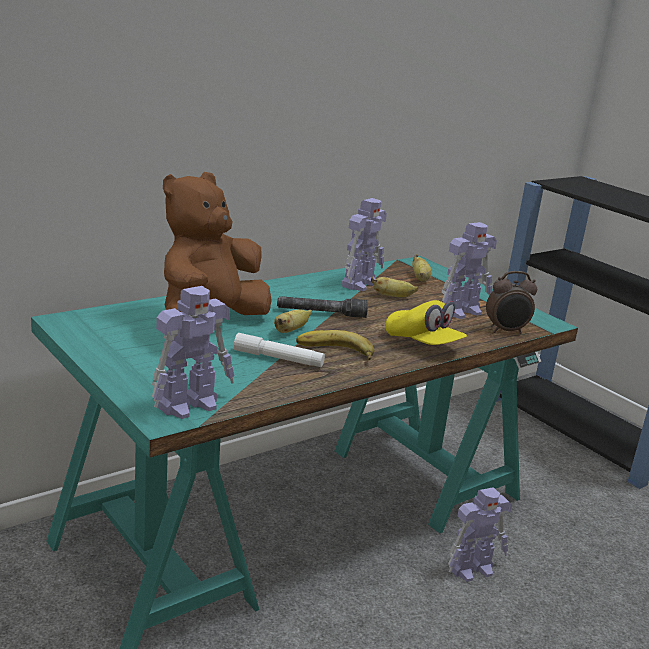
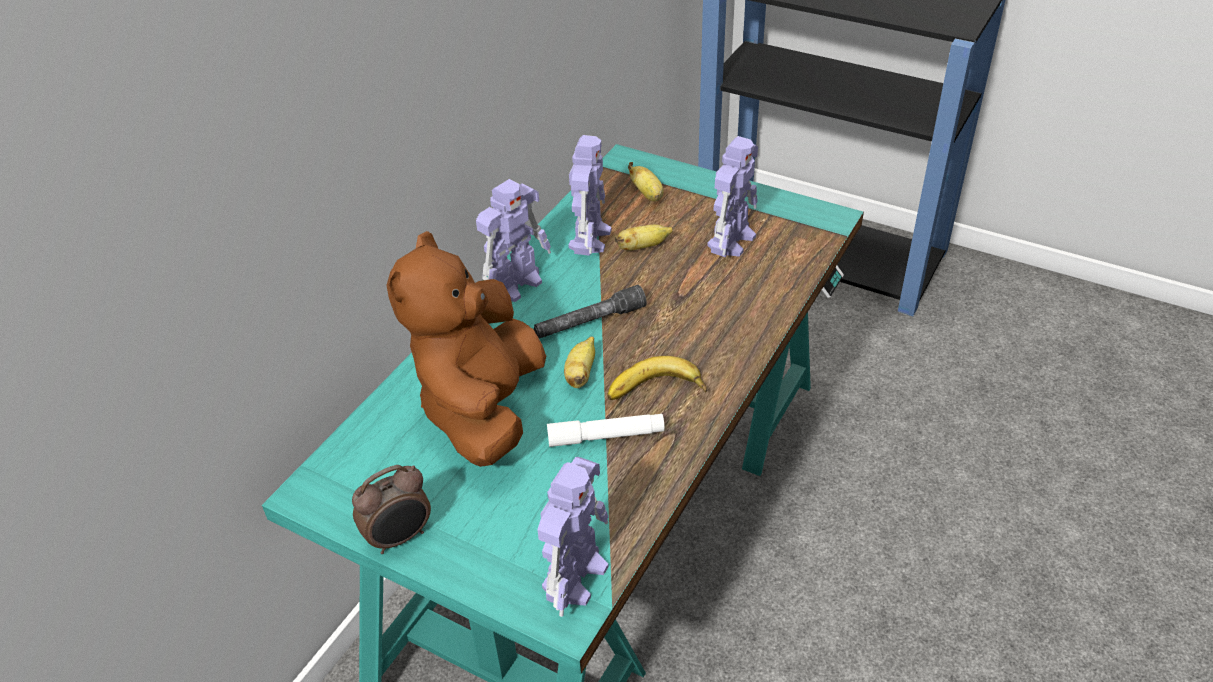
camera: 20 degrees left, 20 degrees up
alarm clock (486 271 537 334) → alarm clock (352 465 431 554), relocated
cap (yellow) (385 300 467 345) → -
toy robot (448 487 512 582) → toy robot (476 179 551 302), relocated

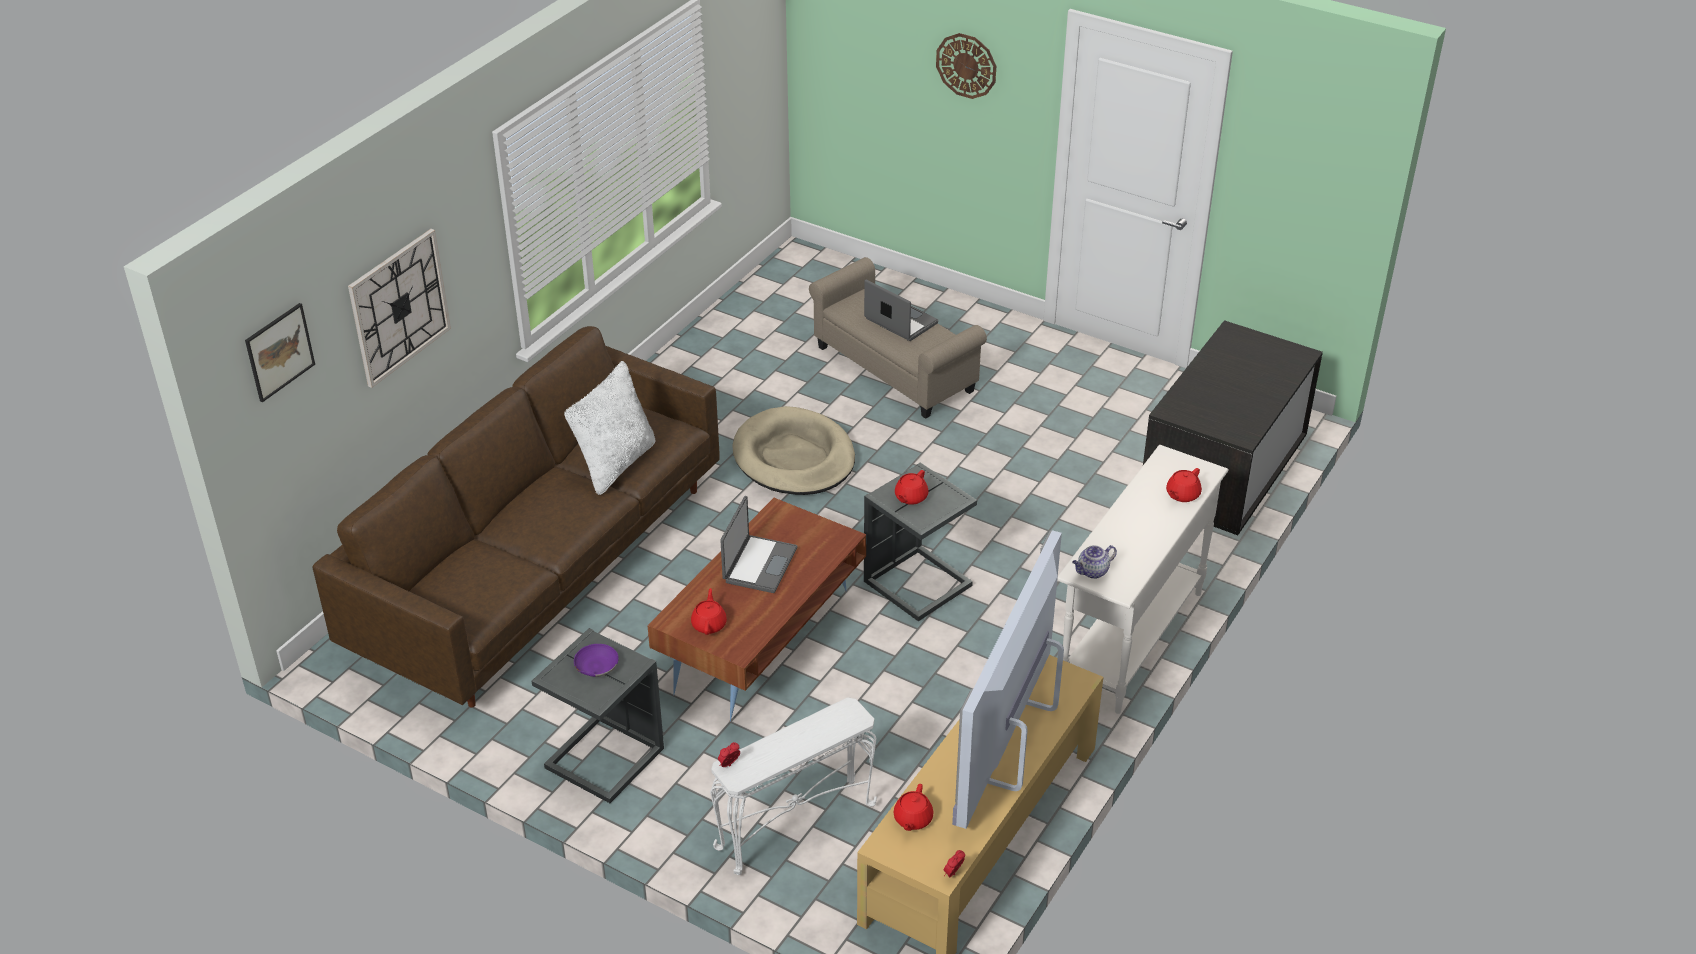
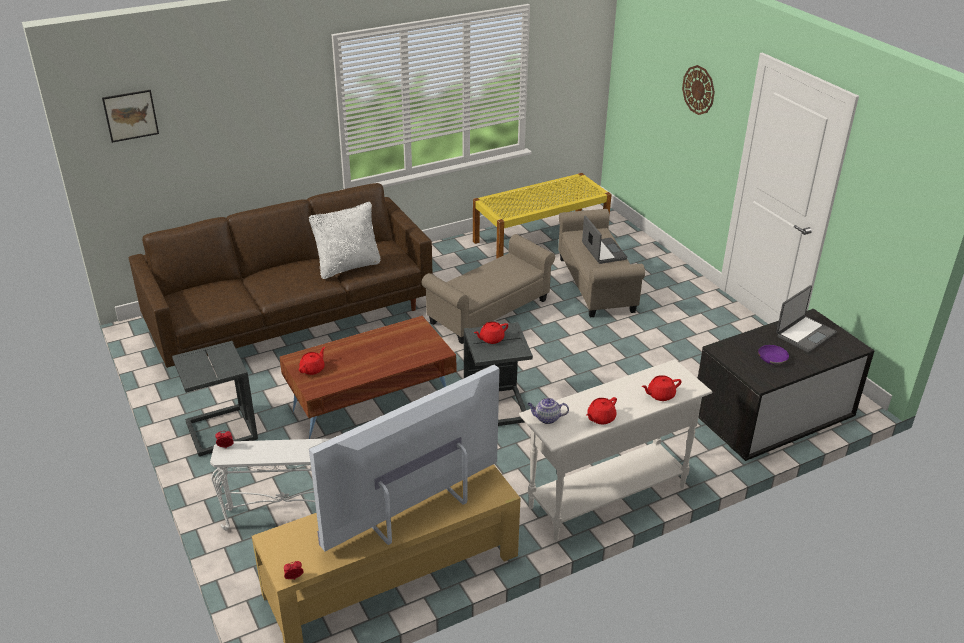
camera: 30 degrees right, 5 degrees down
wall clock (348 229 451 388) → -
dog bed (beige) (733 406 855 495) → ottoman (beige) (422 234 555 344)
laptop (720 496 798 593) → laptop (776 285 837 353), relocated
bowl (purple) (574 644 619 677) → bowl (purple) (758 345 789 365), relocated
teapot (red) (894 784 934 831) → teapot (red) (586 397 617 424), relocated
- → bench (yellow) (473 173 612 259)

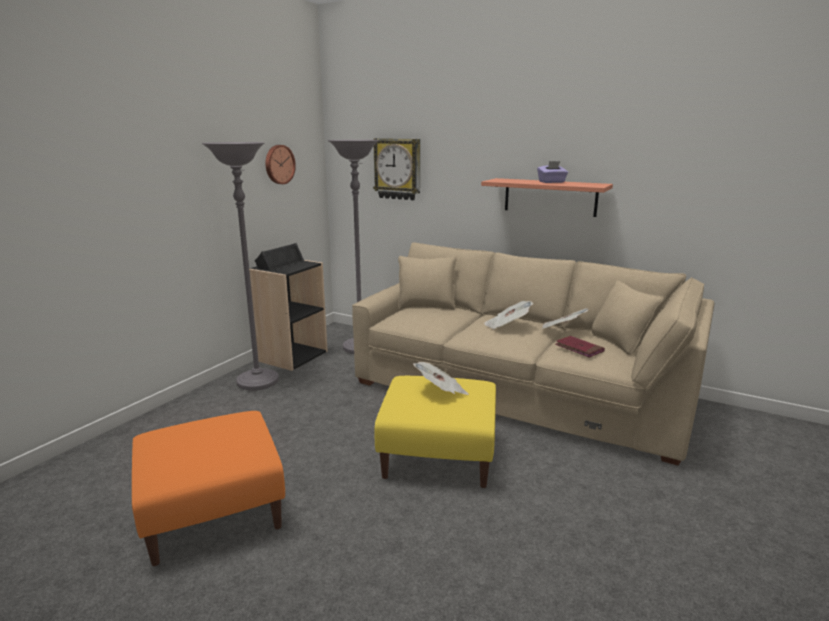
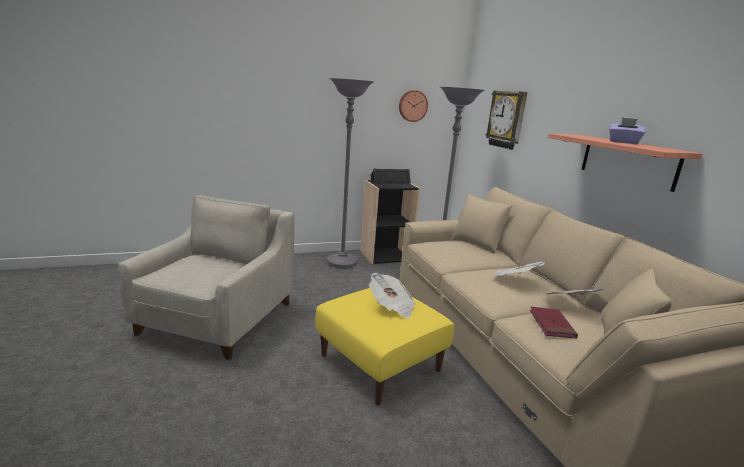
camera: 40 degrees right, 0 degrees up
ottoman (orange) (132 411 285 566) → armchair (beige) (117 195 294 360)

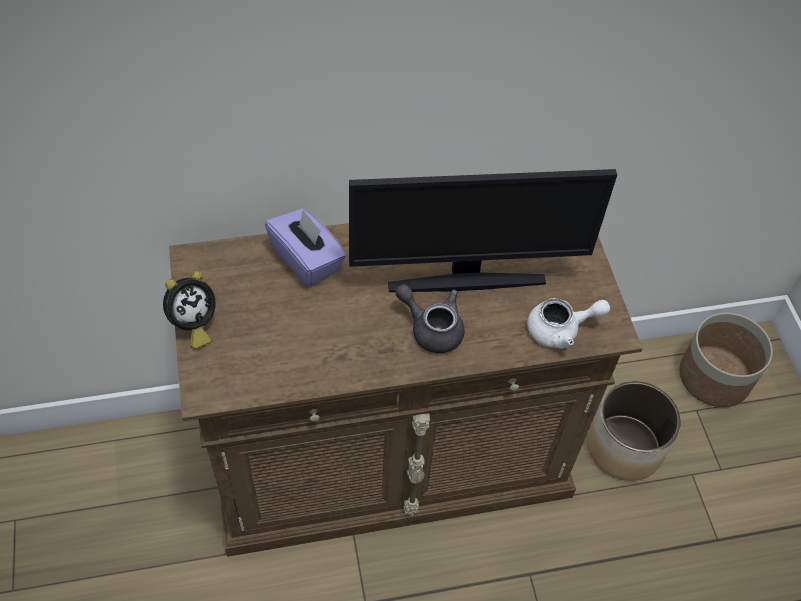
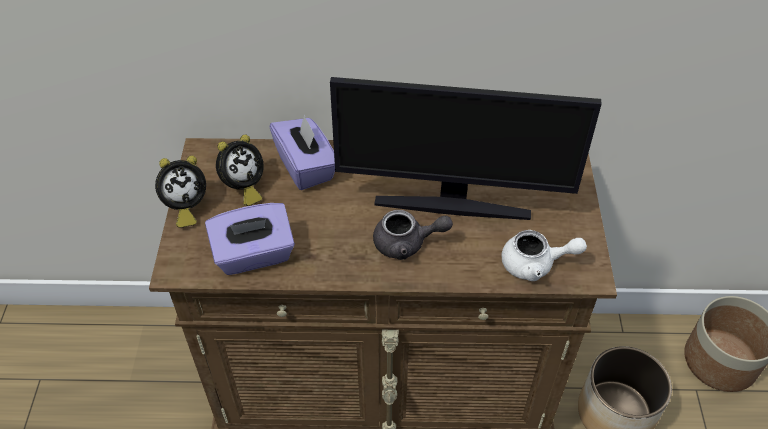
camera: 15 degrees right, 5 degrees down
teapot (grey) (395 284 465 353) → teapot (grey) (373 210 453 260), 135 degrees clockwise
- → alarm clock (216 135 264 206)
- → tissue box (purple) (205 203 295 275)

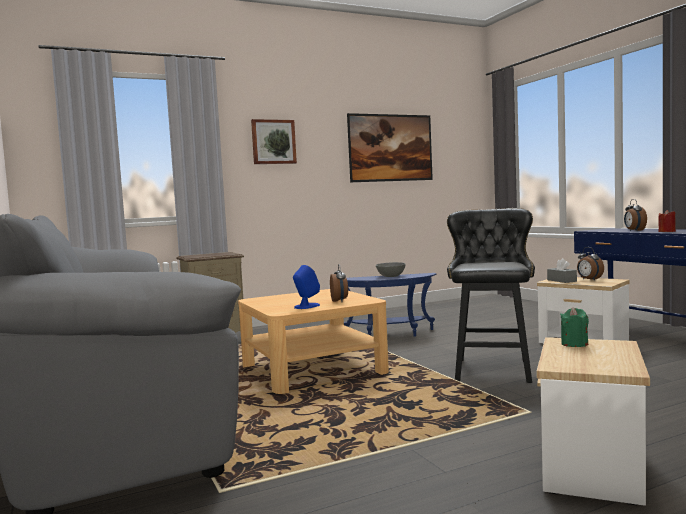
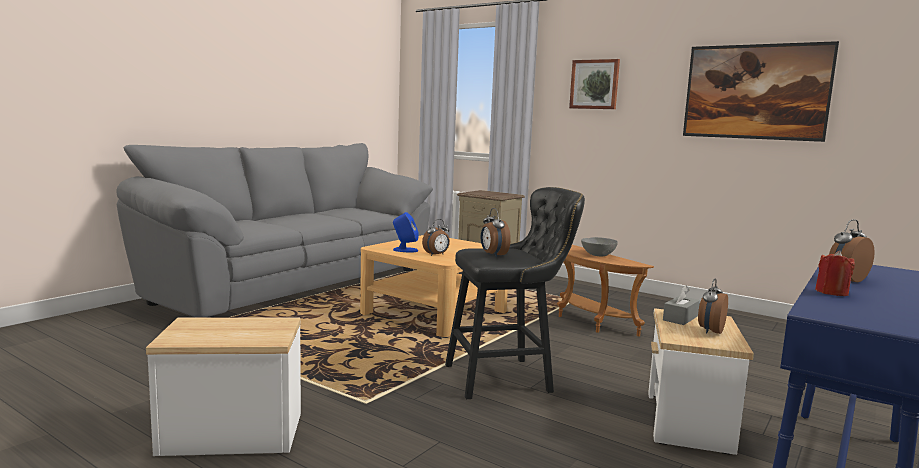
camera: 60 degrees right, 5 degrees up
side table (blue) (344 273 436 337) → side table (brown) (557 245 654 336)
candle (green) (560 307 589 347) → -
- → alarm clock (481 208 511 257)

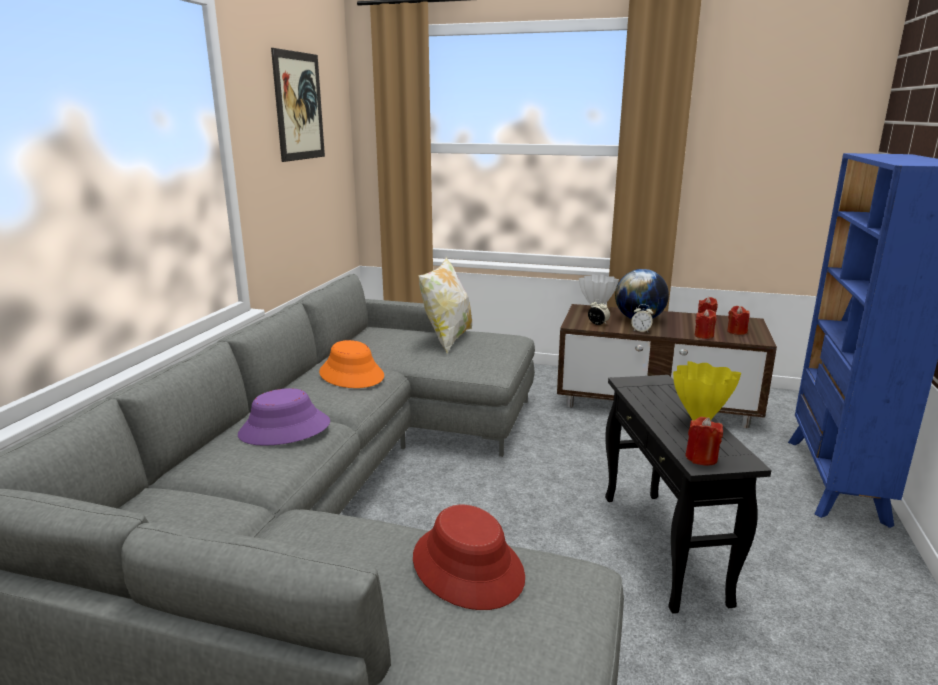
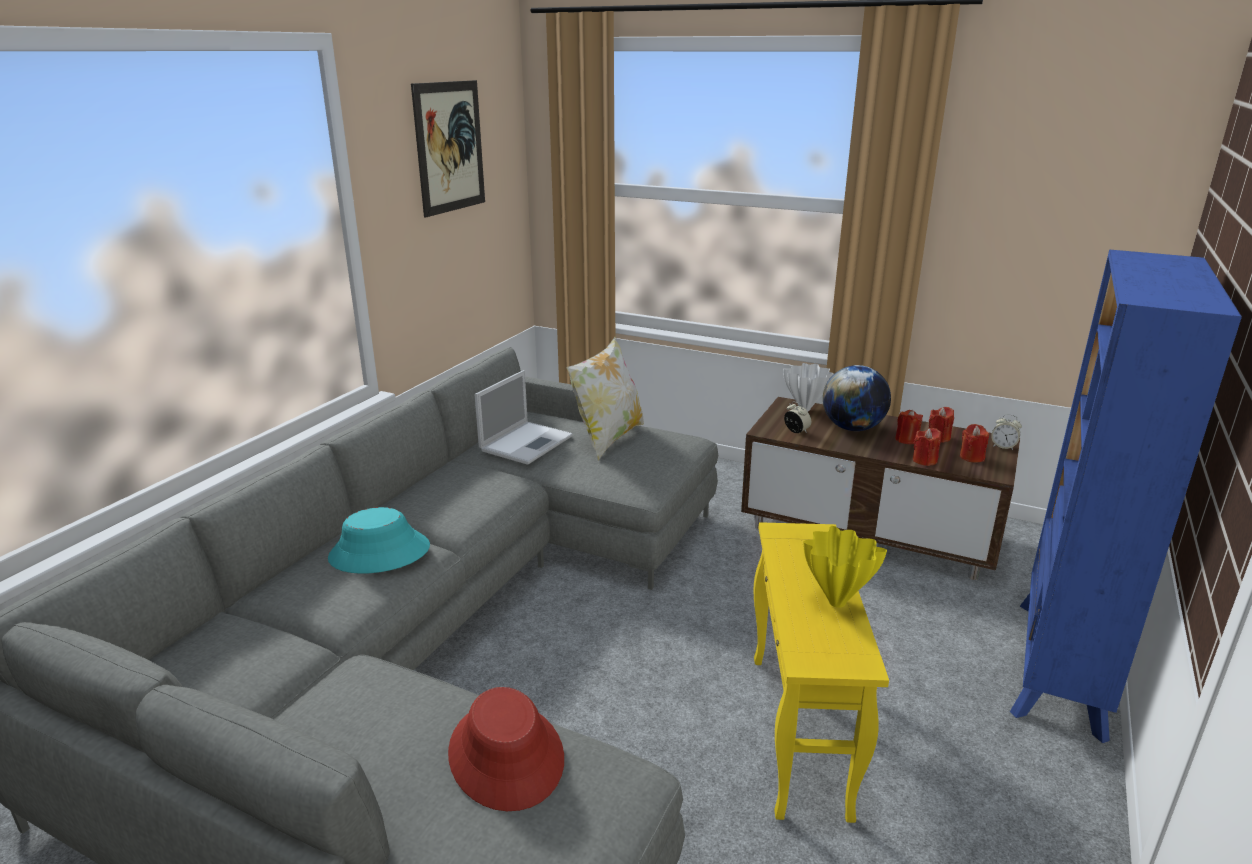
camera: 10 degrees right, 5 degrees up
alarm clock (631 304 653 333) → alarm clock (991 414 1022 450), relocated
hat (orange) (319 340 384 388) → -
side table (black) (605 375 771 614) → side table (yellow) (754 522 889 823)
hat (purple) (238 388 330 446) → hat (turquoise) (328 507 430 574)
candle (red) (686 417 723 466) → candle (red) (895 410 923 444), relocated
- → laptop (475 370 573 465)

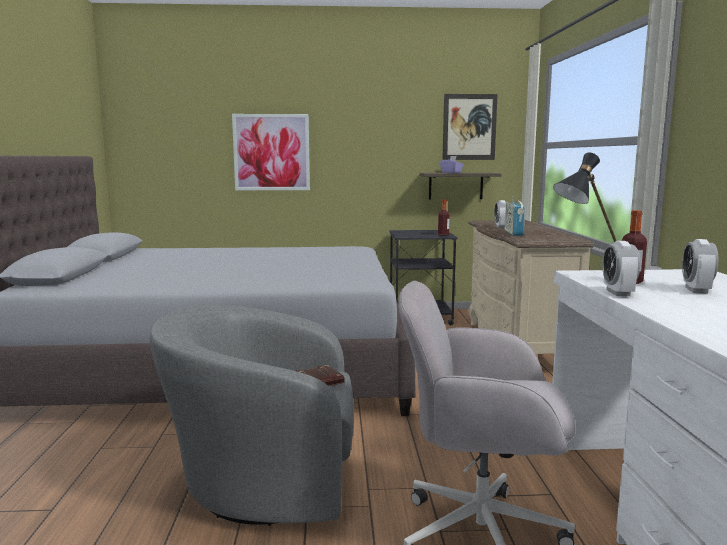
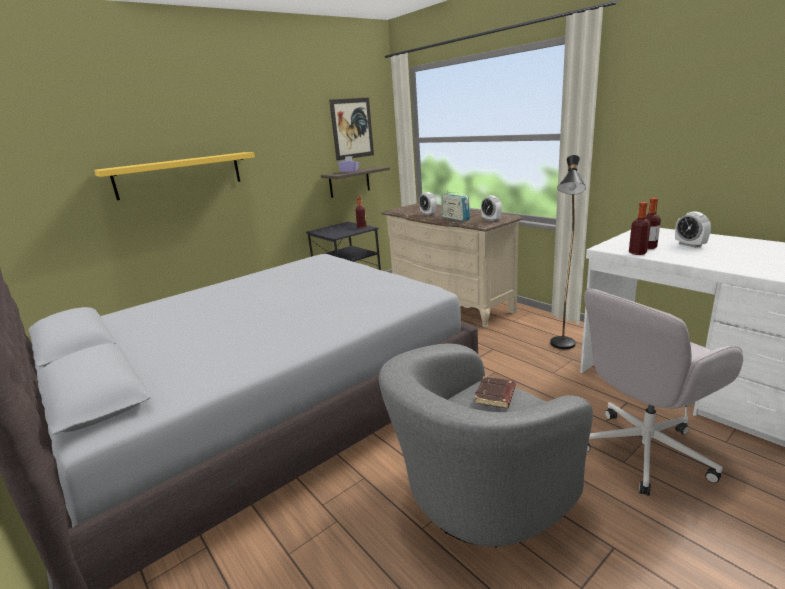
camera: 35 degrees left, 10 degrees up
picture (232 114 310 190) → shelf (yellow) (94 152 255 200)
alarm clock (602 241 640 296) → alarm clock (481 195 502 221), relocated
- → bottle (629 202 651 255)

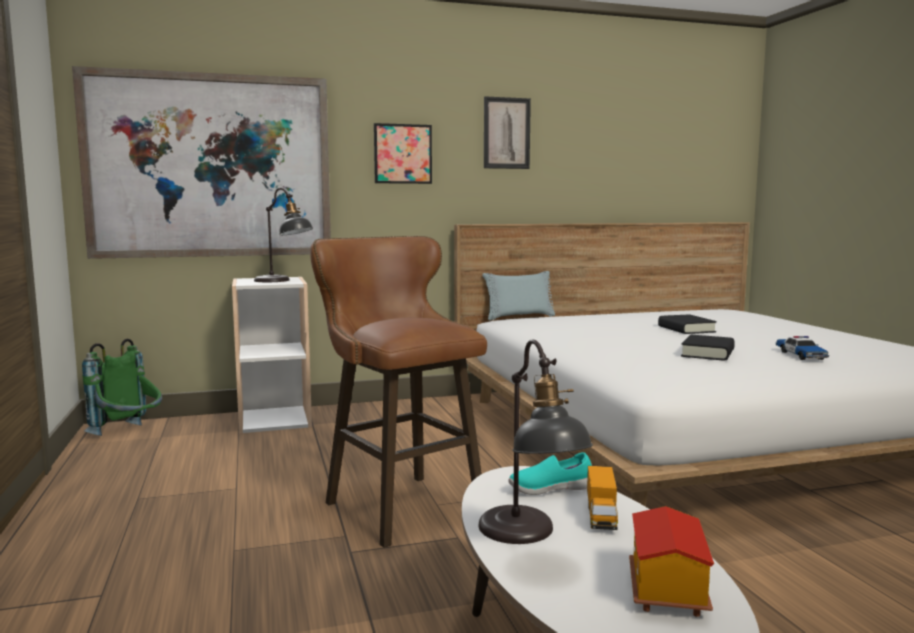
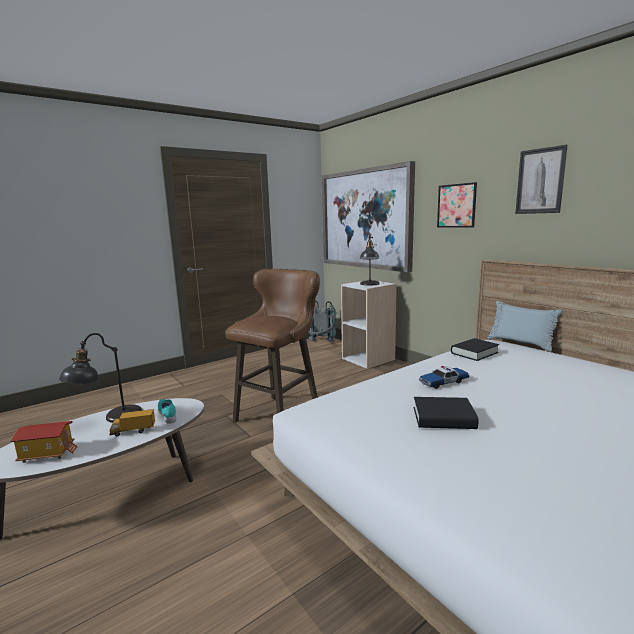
camera: 70 degrees right, 5 degrees up
book (black) (658 314 717 334) → book (black) (451 338 499 361), relocated
toy car (776 336 829 360) → toy car (419 366 469 389), relocated
backpack (green) (82 338 162 436) → backpack (grey) (308 301 336 342)

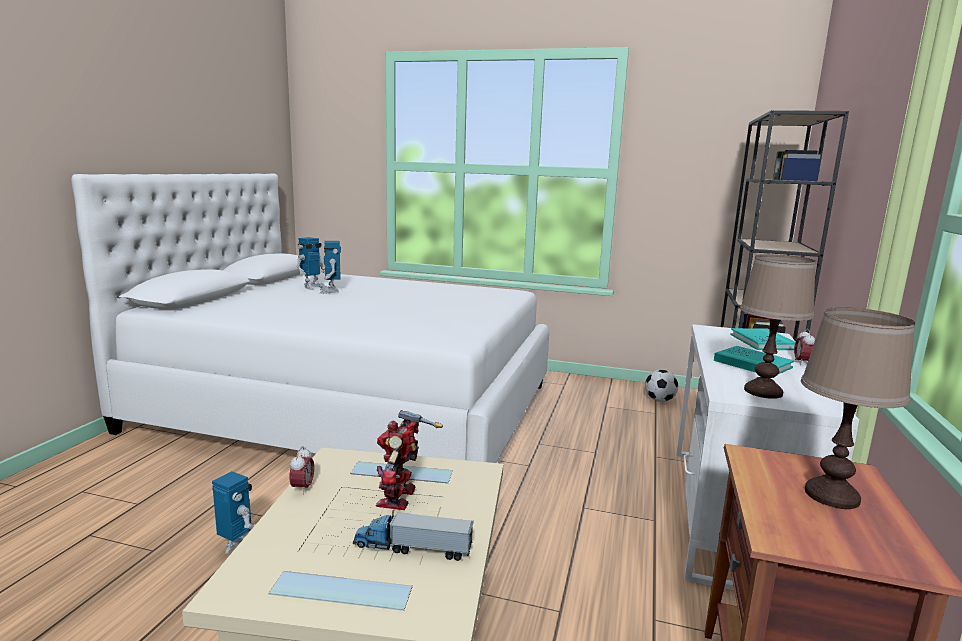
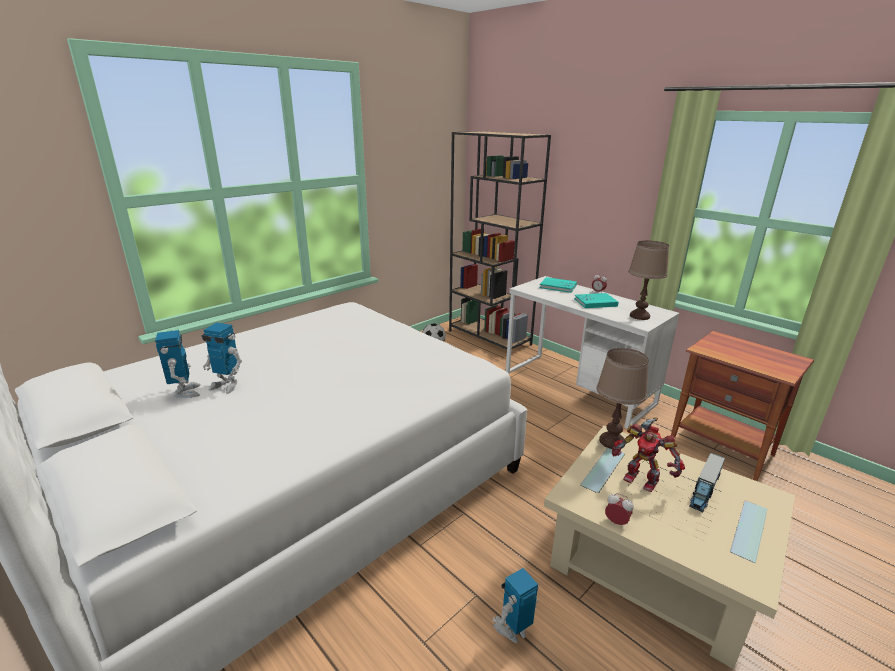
camera: 60 degrees left, 10 degrees up
table lamp (brown) (801 307 915 509) → table lamp (brown) (596 348 649 449), relocated

